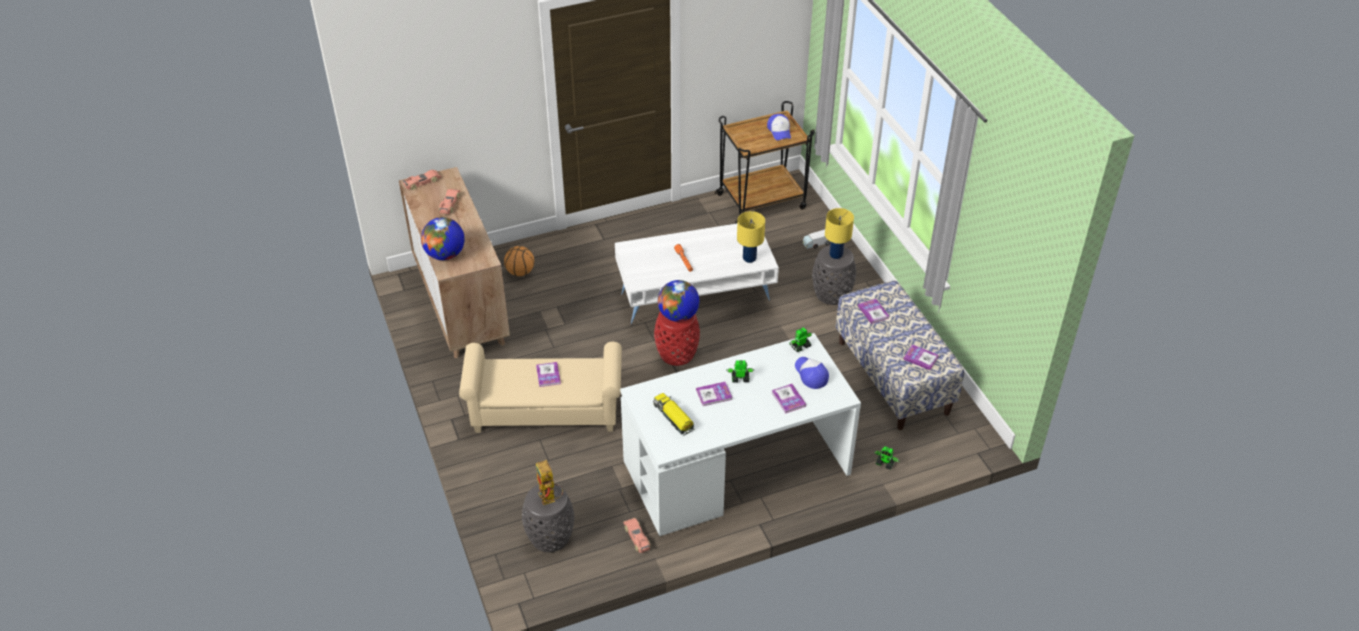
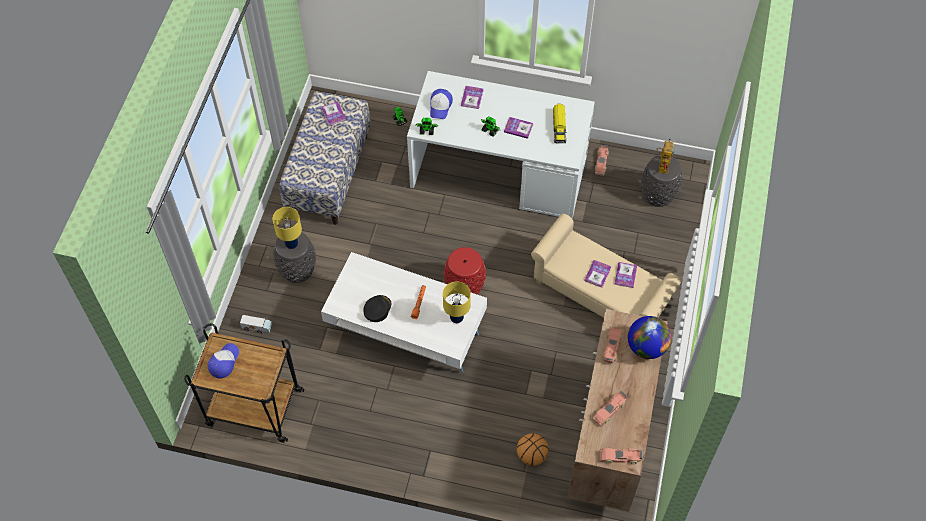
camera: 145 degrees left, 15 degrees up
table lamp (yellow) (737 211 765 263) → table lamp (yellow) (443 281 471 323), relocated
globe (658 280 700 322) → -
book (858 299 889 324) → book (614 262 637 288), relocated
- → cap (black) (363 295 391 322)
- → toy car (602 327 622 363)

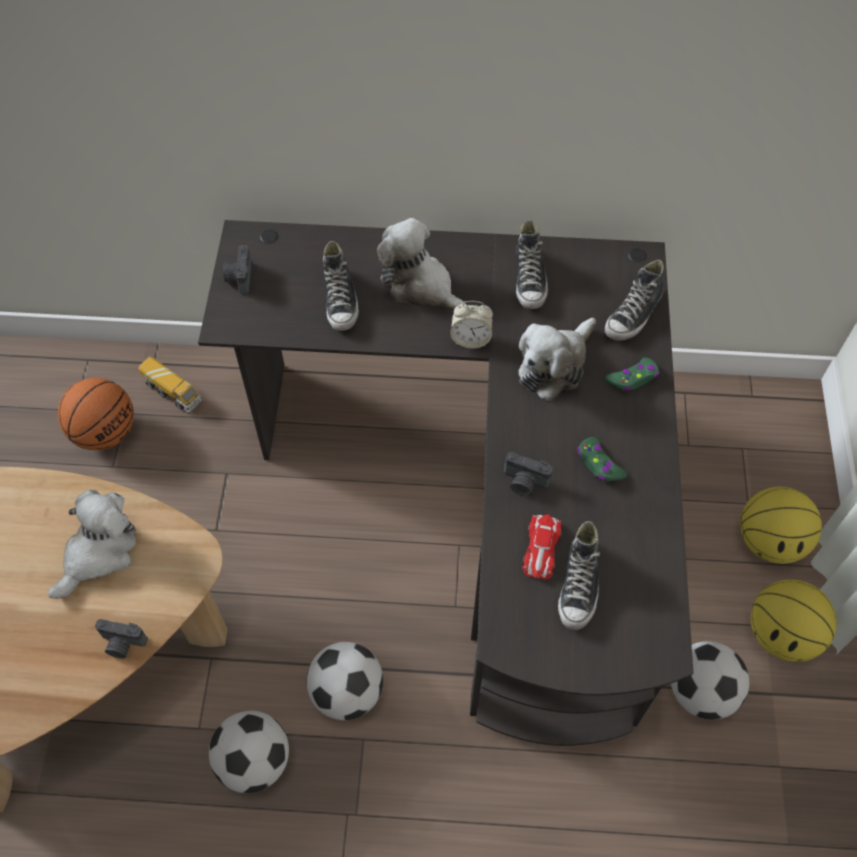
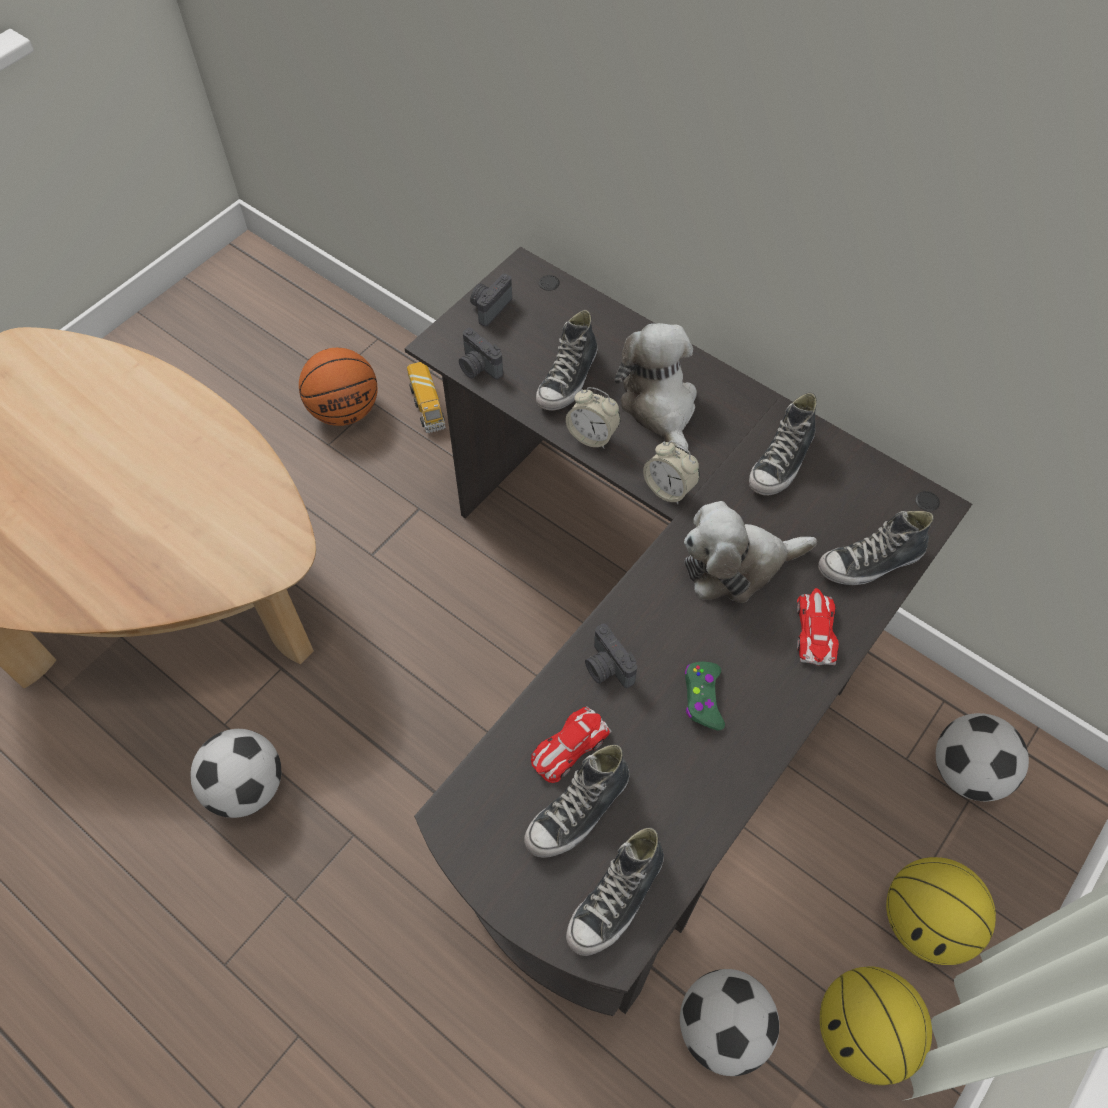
camera: 35 degrees right, 0 degrees up
game controller (green) (605 357 659 392) → toy car (797 588 839 665)
plush toy (48 490 136 599) → -
photo camera (95 619 148 658) → photo camera (459 328 503 379), relocated
football (307 642 383 720) → football (936 713 1029 801), relocated
- → alarm clock (566 387 621 448)
- → shoe (566 827 664 956)

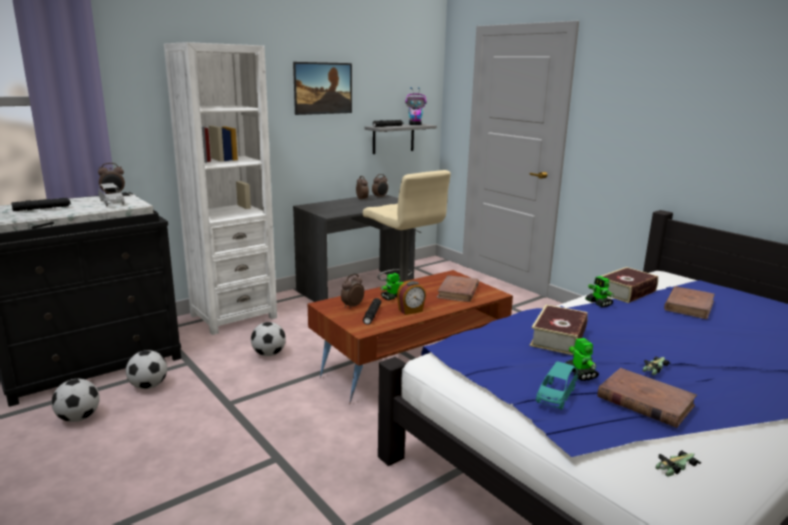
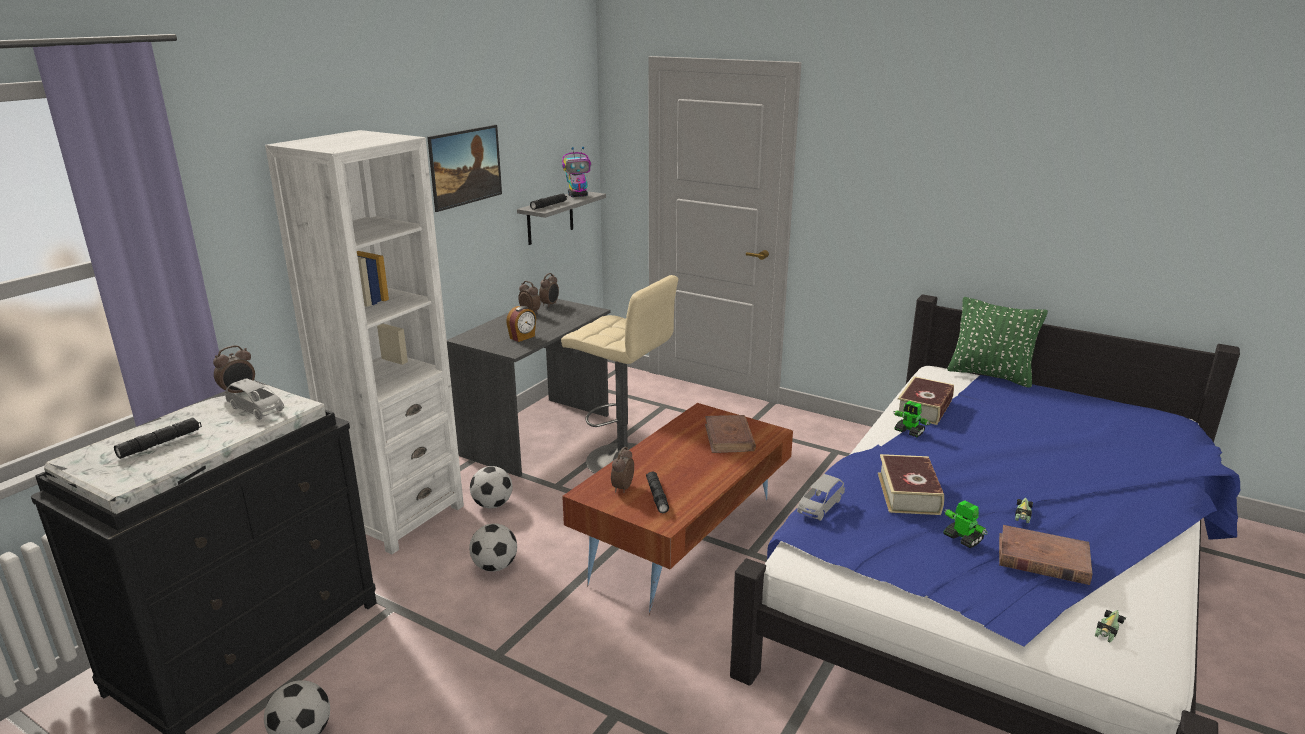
camera: 20 degrees left, 5 degrees up
toy robot (380 273 404 300) → -
alarm clock (397 281 426 315) → alarm clock (506 306 536 342), relocated
book (brown) (664 286 715 319) → -
football (126 350 167 389) → football (470 466 513 509), relocated
toy car (turquoise) (536 361 578 410) → -
- → pillow (green) (947 297 1048 388)
- → toy car (grey) (797 474 845 521)

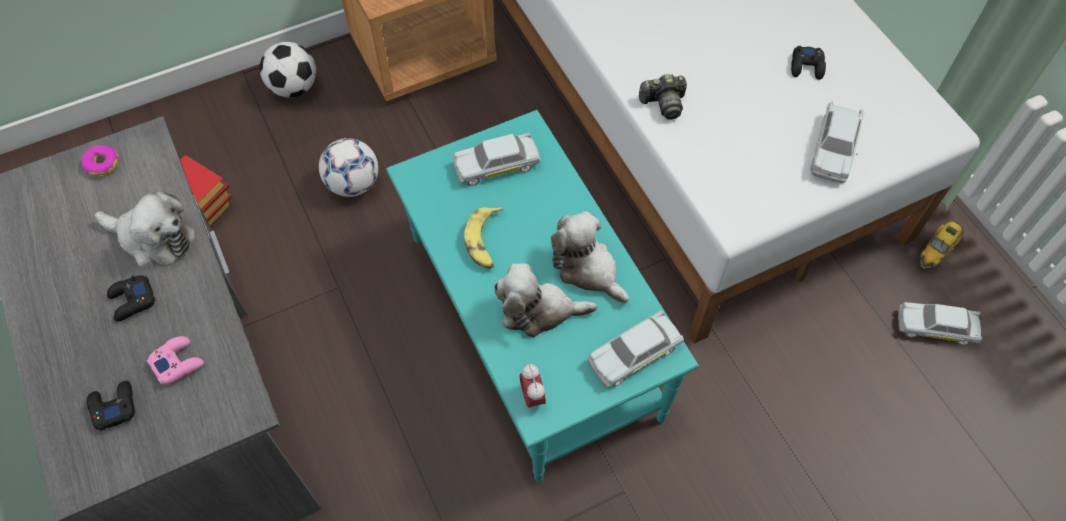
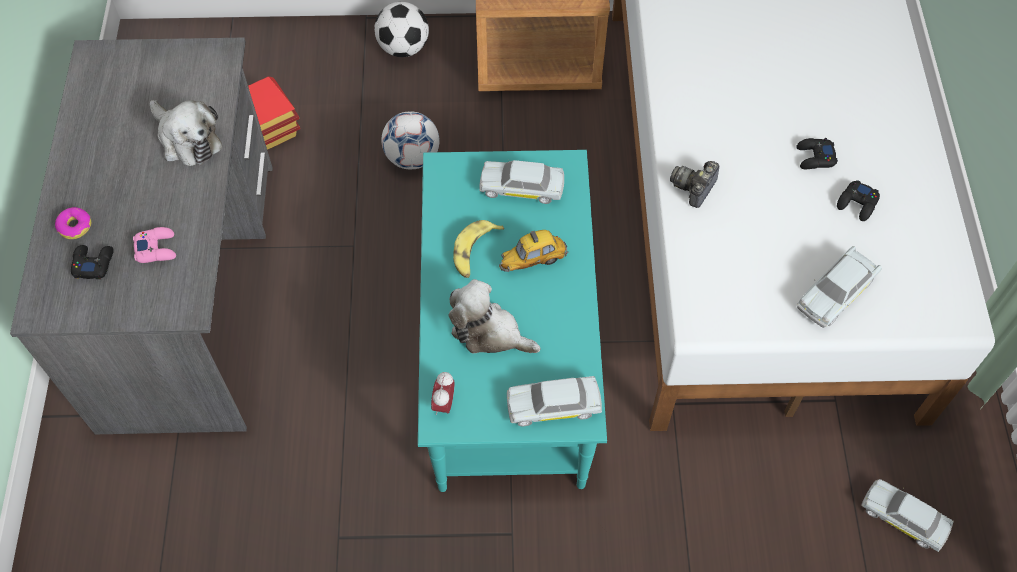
camera: 25 degrees right, 0 degrees up
photo camera (639 74 687 120) → photo camera (670 161 719 208), 105 degrees clockwise
donut (81 145 119 177) → donut (55 207 91 239), relocated
plush toy (551 211 629 303) → -
toy car (920 222 963 269) → toy car (499 230 569 272), relocated
game controller (black) (107 275 156 322) → game controller (black) (796 138 838 169), relocated

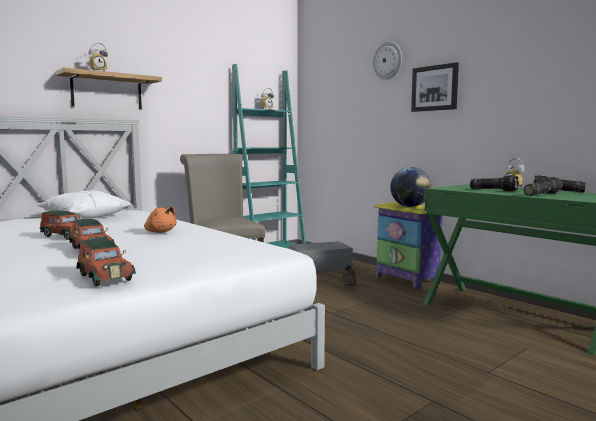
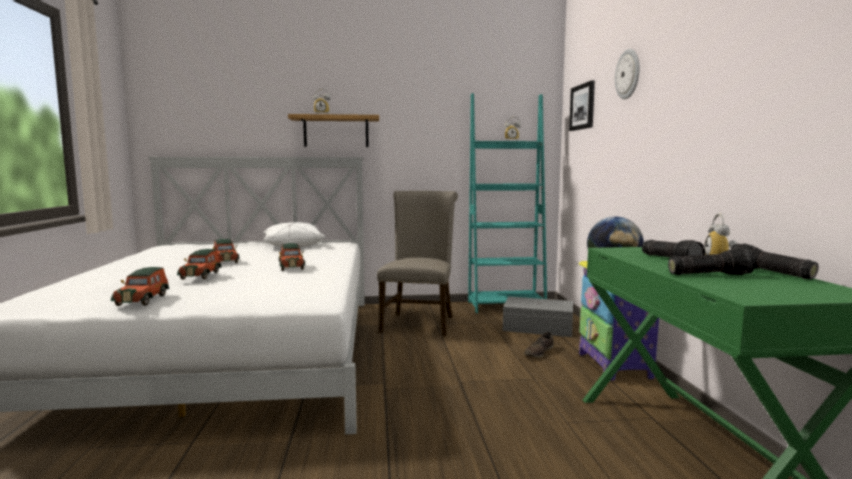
camera: 35 degrees right, 0 degrees up
picture (411 62 459 112) → picture (569 80 595 131), relocated
plush toy (orange) (144 206 177 233) → toy car (279 243 305 271)

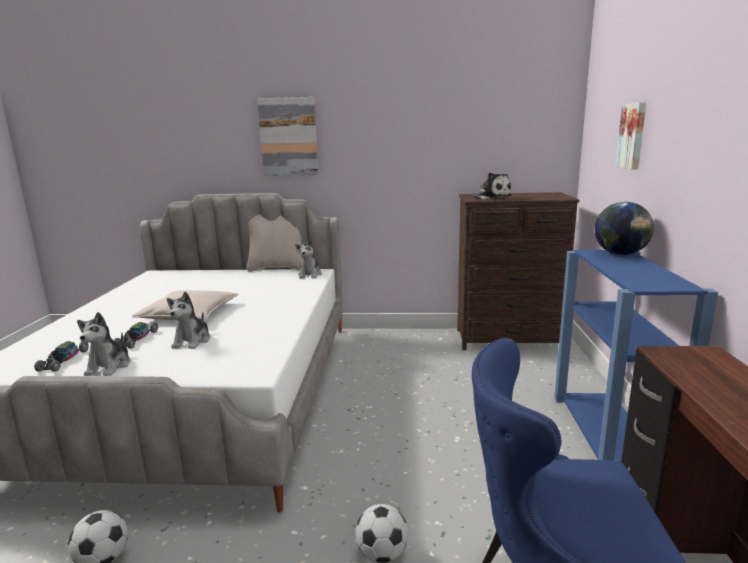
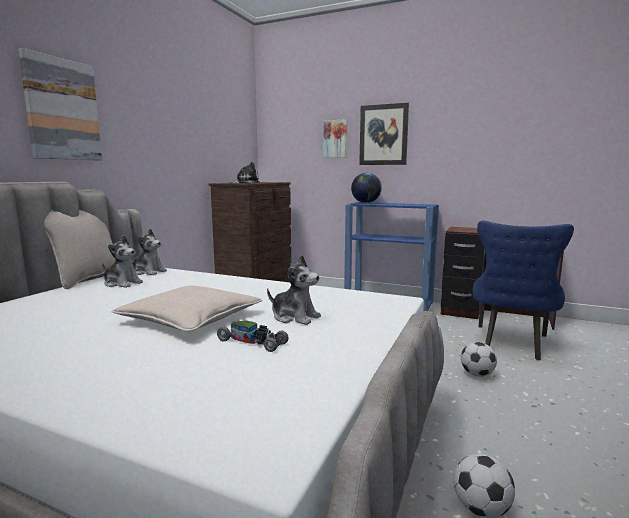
camera: 70 degrees left, 5 degrees down
plush toy (77 312 131 376) → plush toy (102 235 143 288), relocated
toy car (34 341 89 372) → -
- → picture (359 103 409 165)

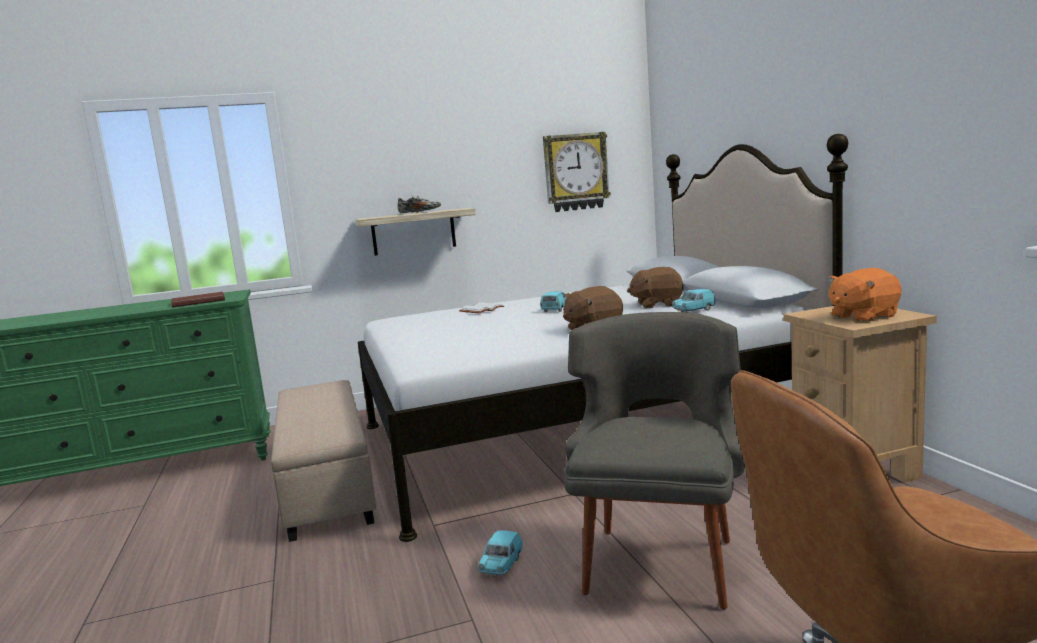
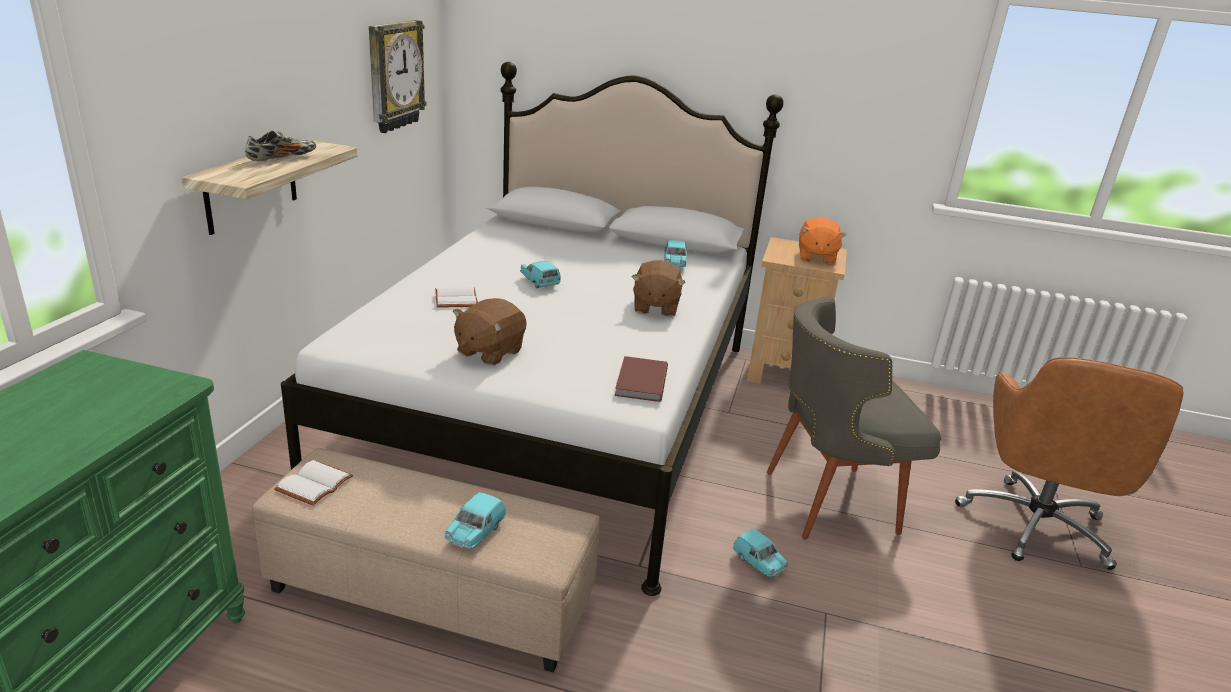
camera: 60 degrees left, 15 degrees up
plush toy (brown) (627 267 683 309) → plush toy (brown) (453 298 527 365), relocated
book (brown) (171 292 225 308) → book (brown) (615 356 668 402), relocated
chair (grey) (564 312 745 610) → chair (grey) (767 296 941 540), 60 degrees counterclockwise
- → book (white) (274 460 353 506)
- → toy car (turquoise) (445 492 506 549)

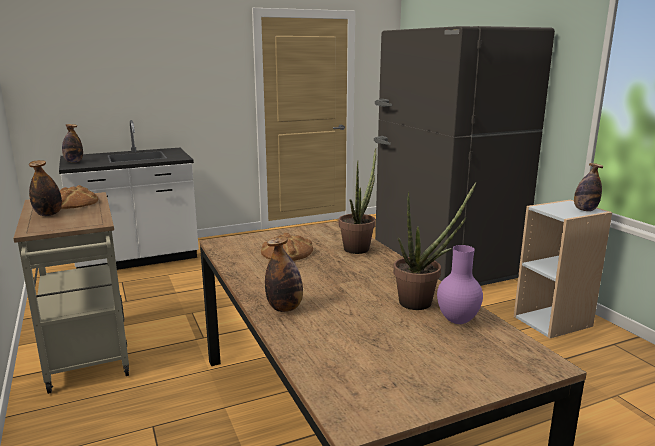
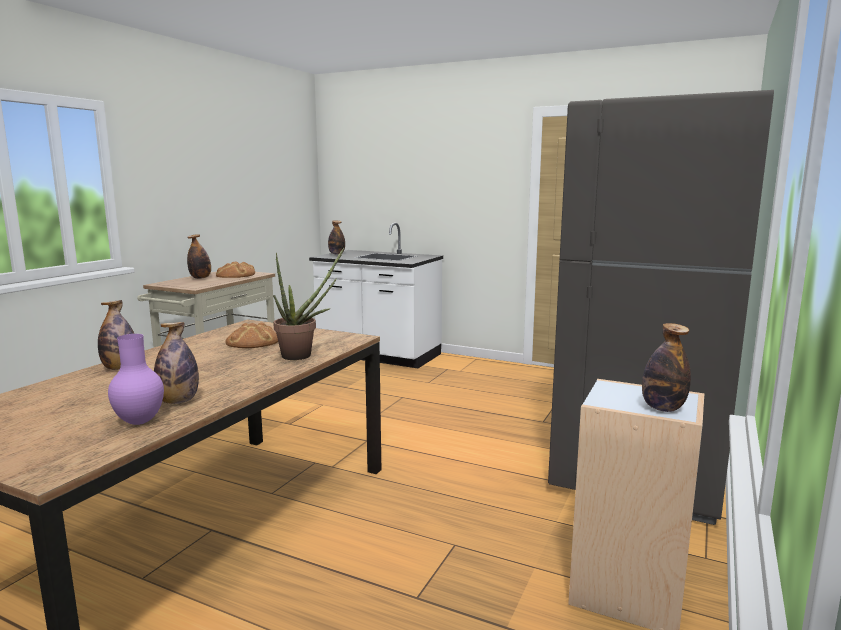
camera: 50 degrees right, 5 degrees down
potted plant (393 182 477 310) → bottle (154 322 199 404)

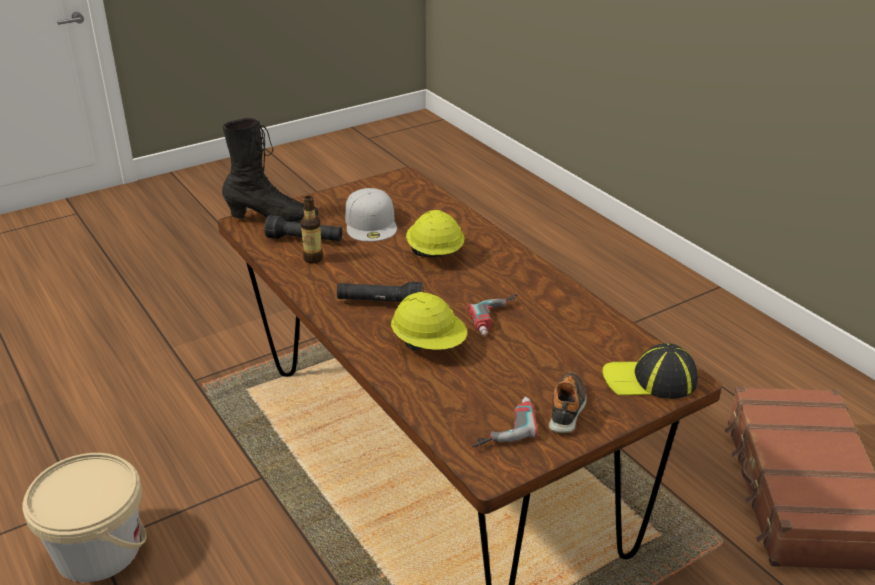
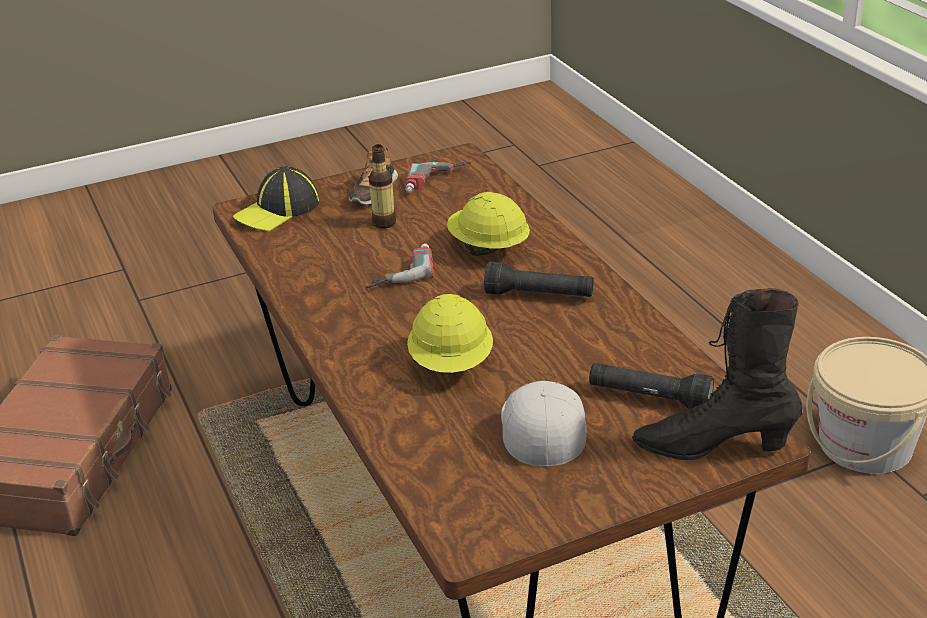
camera: 170 degrees left, 0 degrees up
bottle (301 196 323 264) → bottle (369 144 396 229), relocated
cap (602 343 698 399) → cap (233 166 319 231), 120 degrees clockwise

